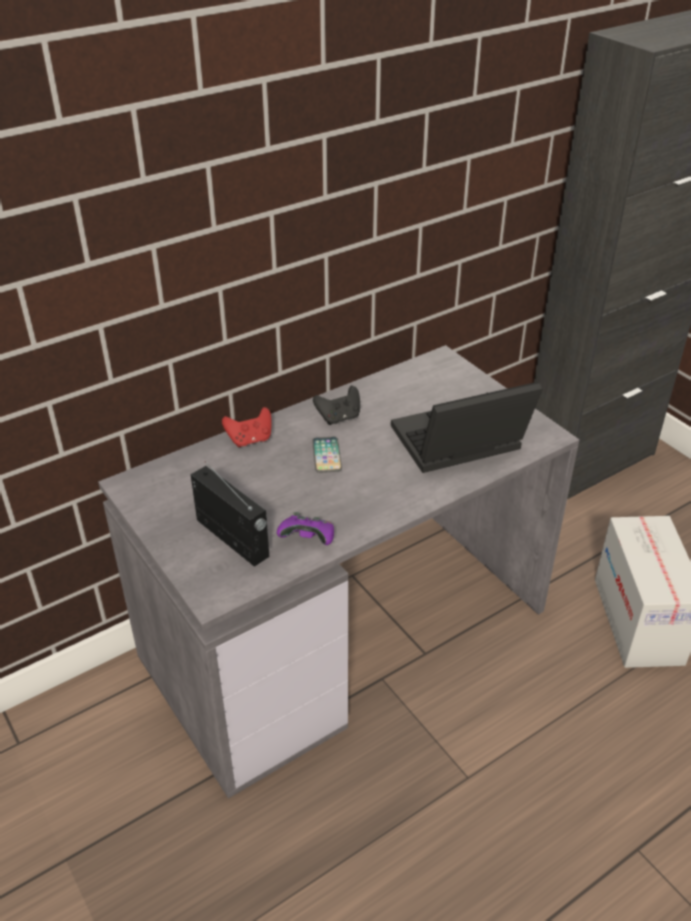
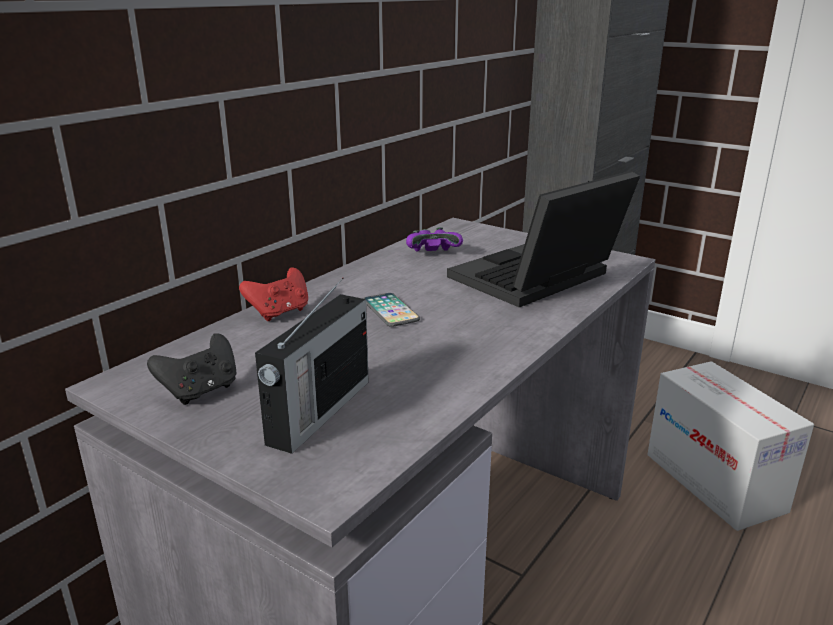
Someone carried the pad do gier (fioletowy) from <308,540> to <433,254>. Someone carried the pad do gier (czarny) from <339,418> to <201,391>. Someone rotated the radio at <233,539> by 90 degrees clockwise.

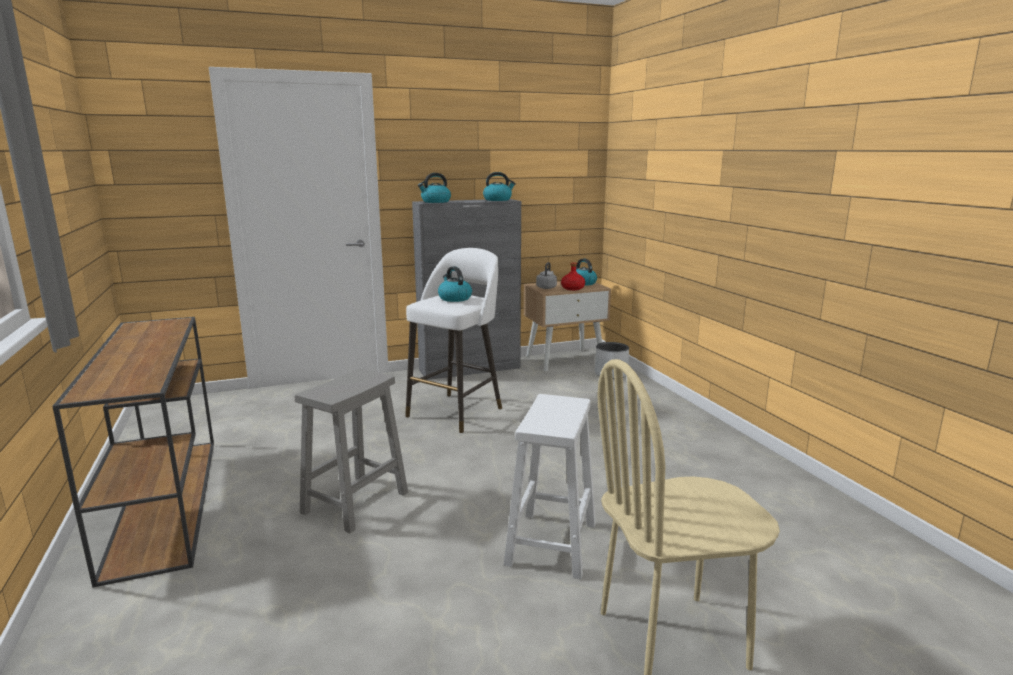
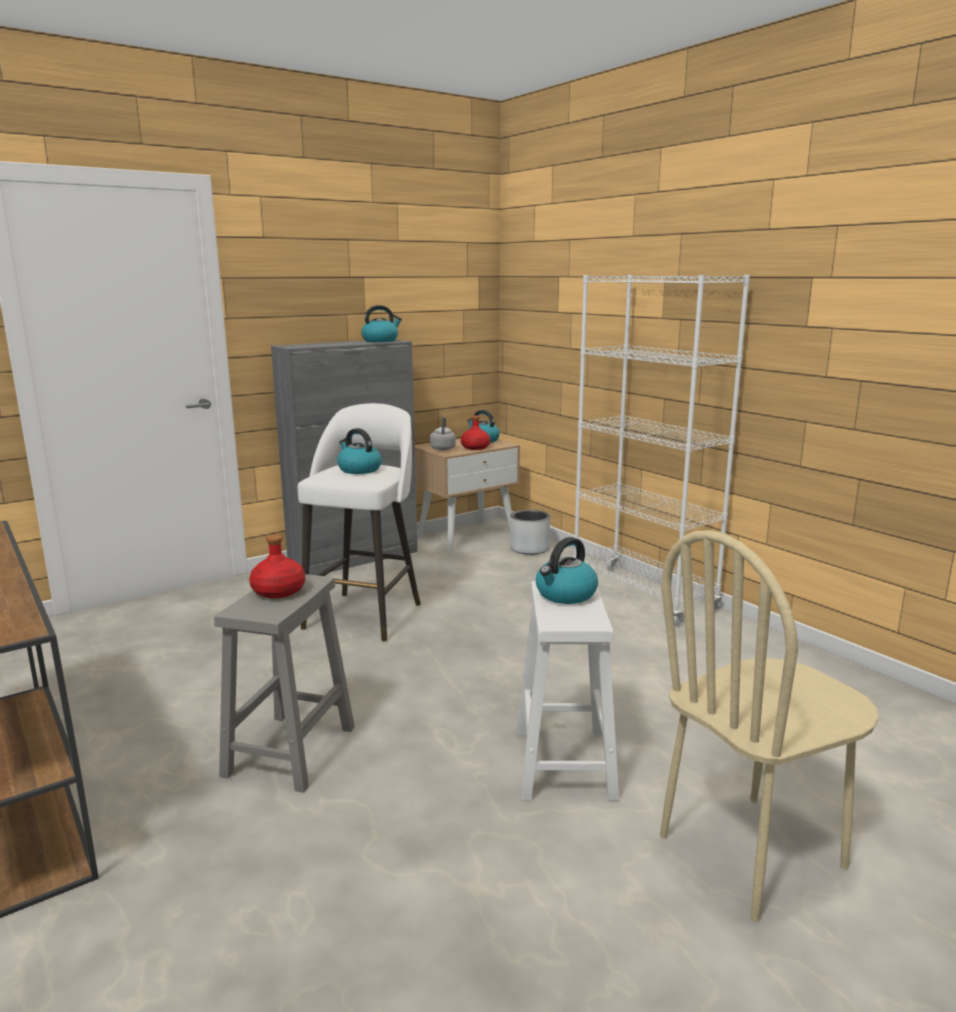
Someone put down the butelka (czerwony) at <279,591>. Someone put down the regał (biały) at <642,595>. Someone carried the czajnik from <435,202> to <565,595>.

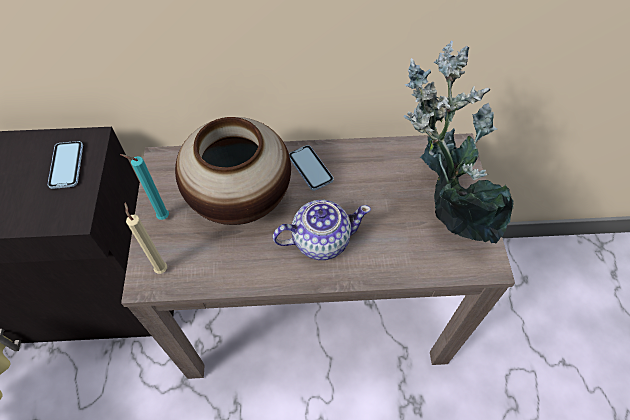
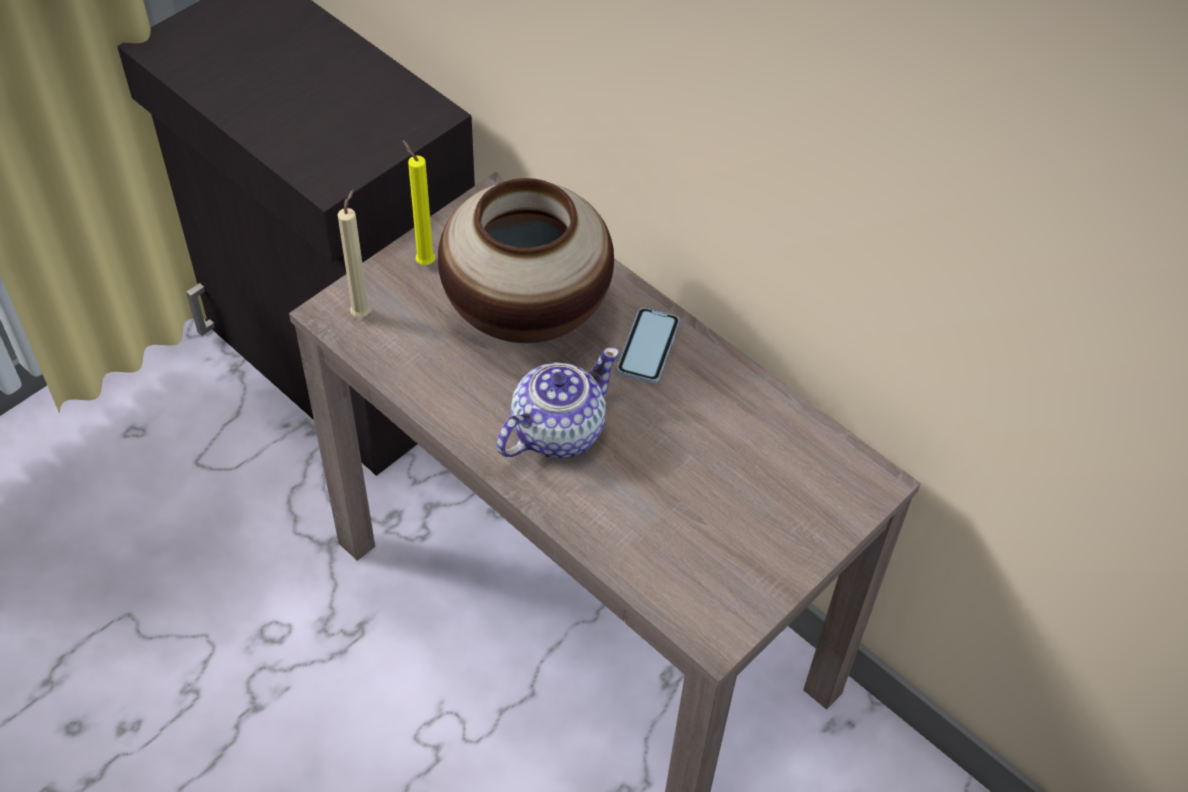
Someone took away the telefon at <66,165>. Someone took away the roślina doniczkowa at <442,206>. Someone repainted the świeca (turkusowy) at <161,217>, which became the świeca (żółty) at <423,261>. Someone rotated the imbryk at <320,240> by 75 degrees counterclockwise.

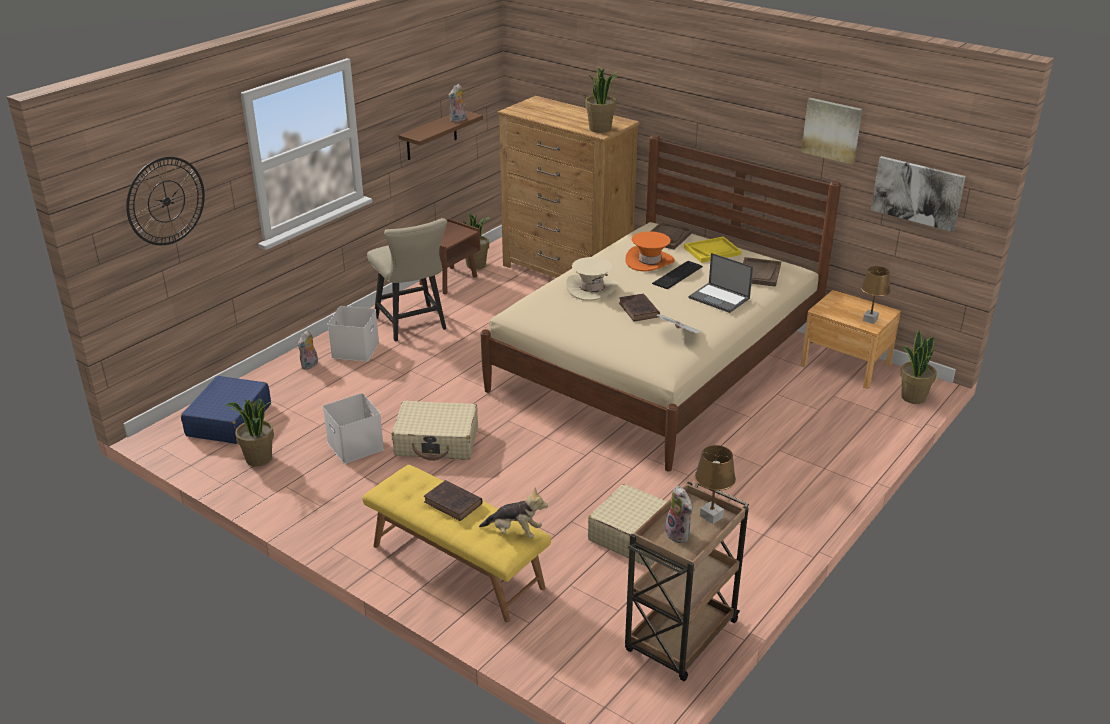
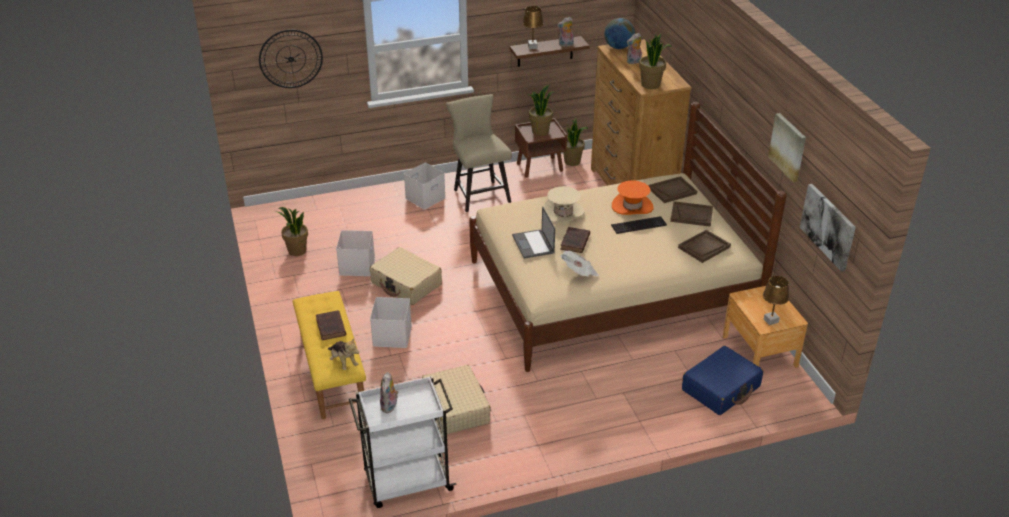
Someone put down the pojemnik do przechowywania (biały) at <391,335>. Someone put down the globus at <618,47>. Someone carried the walizka (niebieski) from <229,420> to <721,388>. Someone carried the pluszak from <310,365> to <633,62>. Someone carried the laptop from <720,298> to <533,244>. Someone carried the lampa stołowa (brązowy) from <711,516> to <532,47>. Someone carried the roślina doniczkowa from <912,397> to <540,131>. Someone repainted the wózek (brązowy) at <680,638>, which became the wózek (biały) at <406,482>. Someone repainted the taca (żółty) at <712,251>, which became the taca (brązowy) at <691,215>. Someone rotated the krzesło (beżowy) at <413,325> by 150 degrees clockwise.

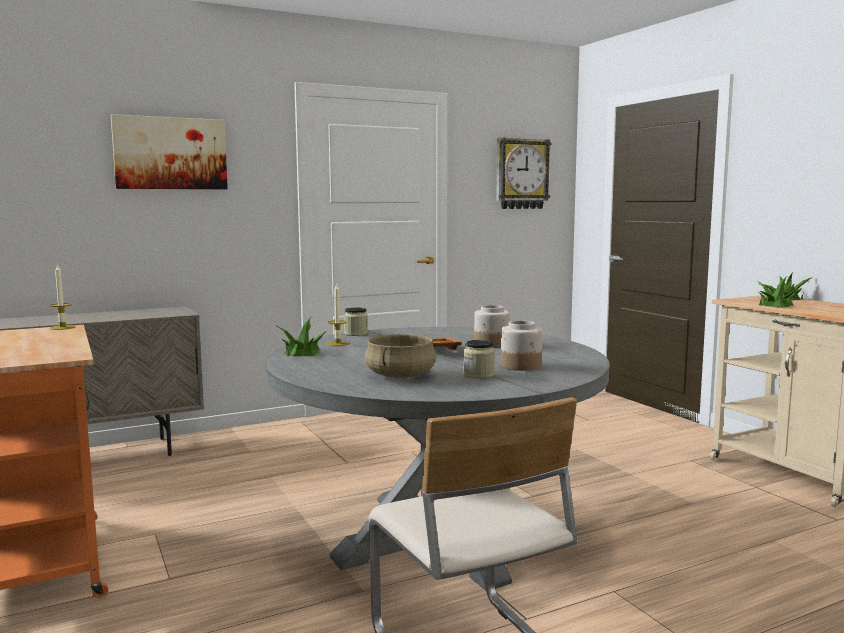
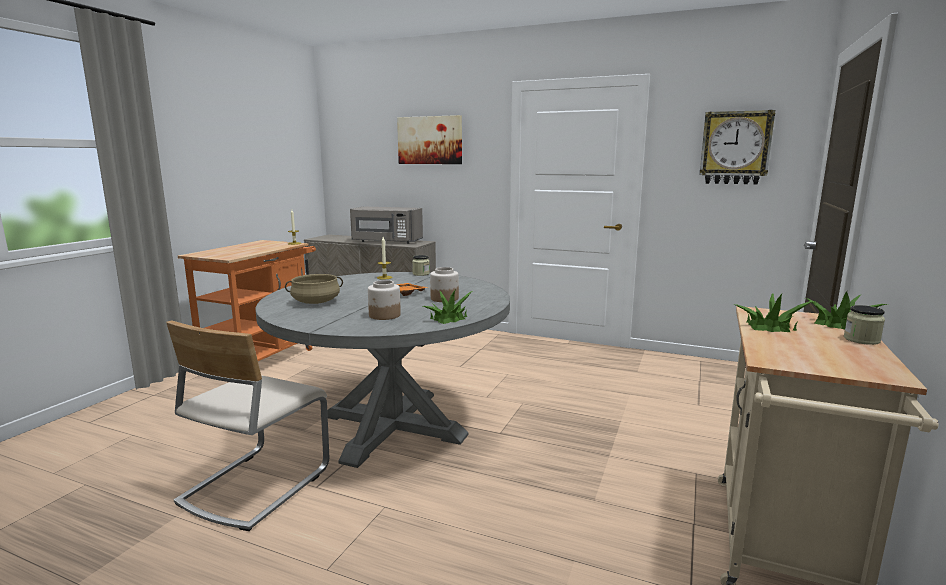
Someone put down the mikrofalówka (szary) at <386,241>. Someone carried the roślina doniczkowa from <302,352> to <449,318>. Someone carried the słoik from <479,375> to <861,340>.

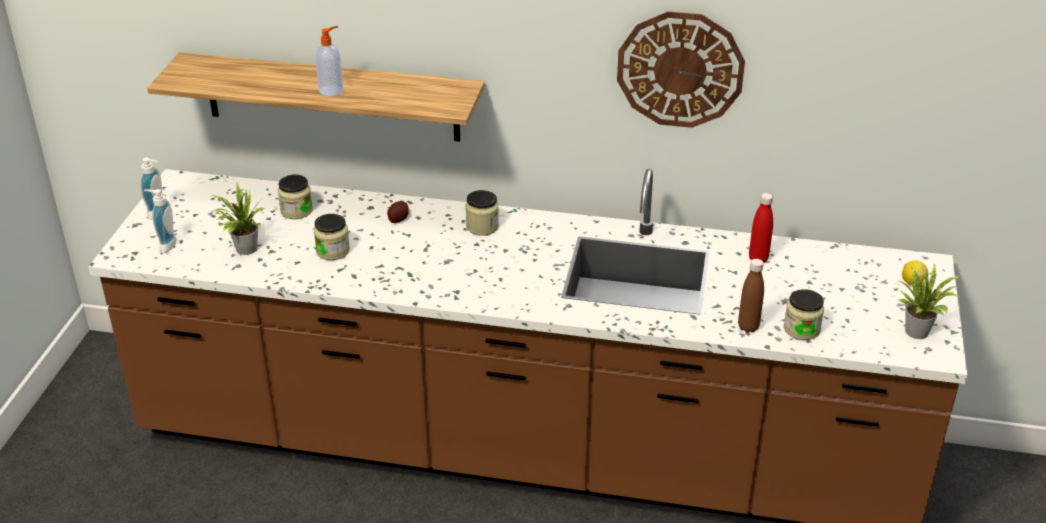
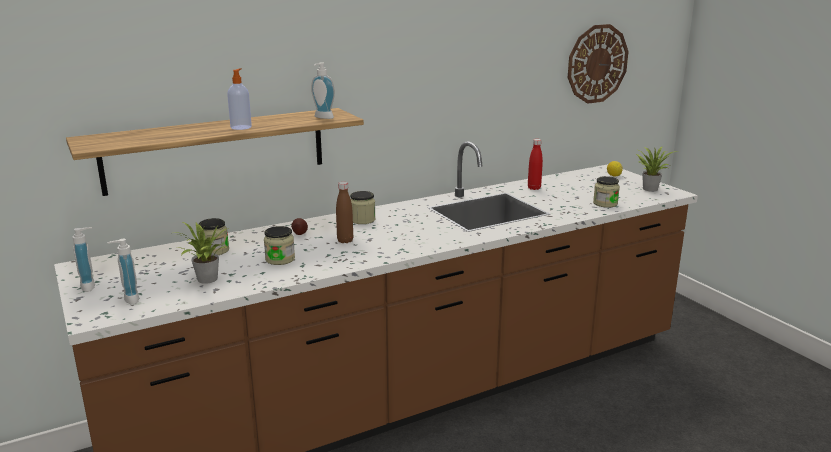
Someone put down the dozownik mydła at <322,117>. Someone carried the zegar ścienny from <680,69> to <597,64>. Someone carried the butelka (brązowy) from <748,327> to <345,241>.

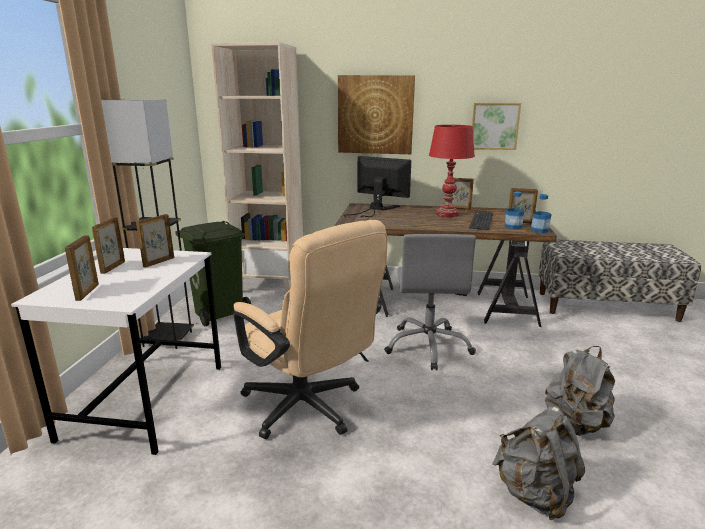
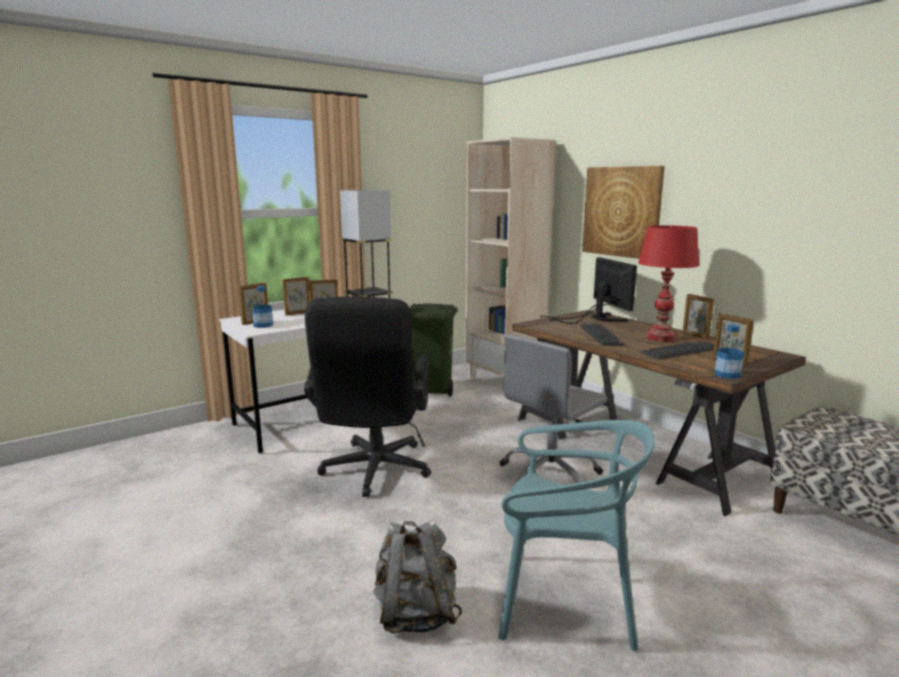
Someone took away the obraz at <494,126>. Someone put down the klawiatura at <601,335>. Someone carried the butelka from <513,227> to <263,325>. Someone swapped the plecak (szary) at <576,424> for the krzesło (turkusowy) at <565,602>. Someone repainted the krzesło biurowe (beżowy) at <309,409>, which became the krzesło biurowe (czarny) at <374,473>.

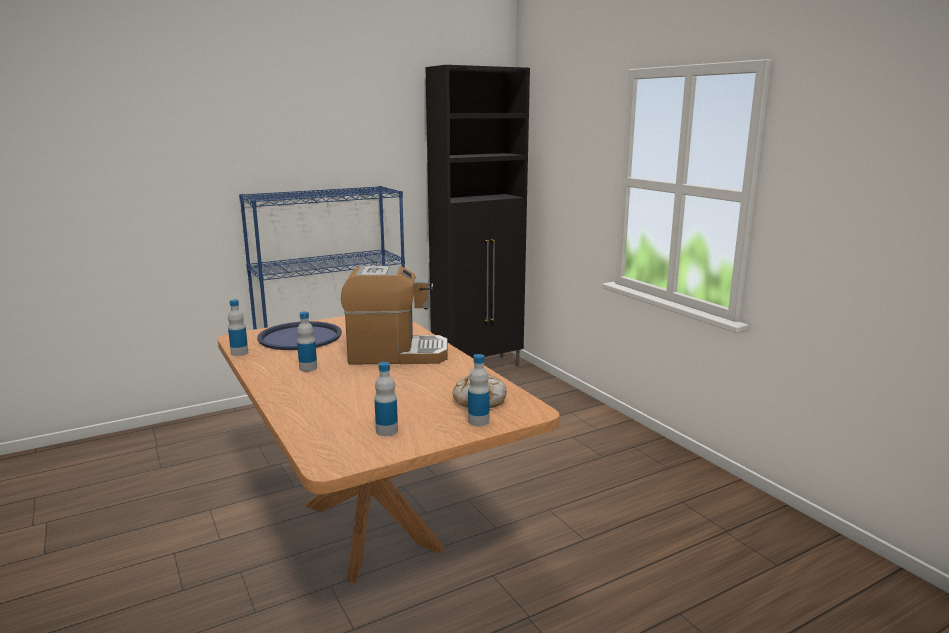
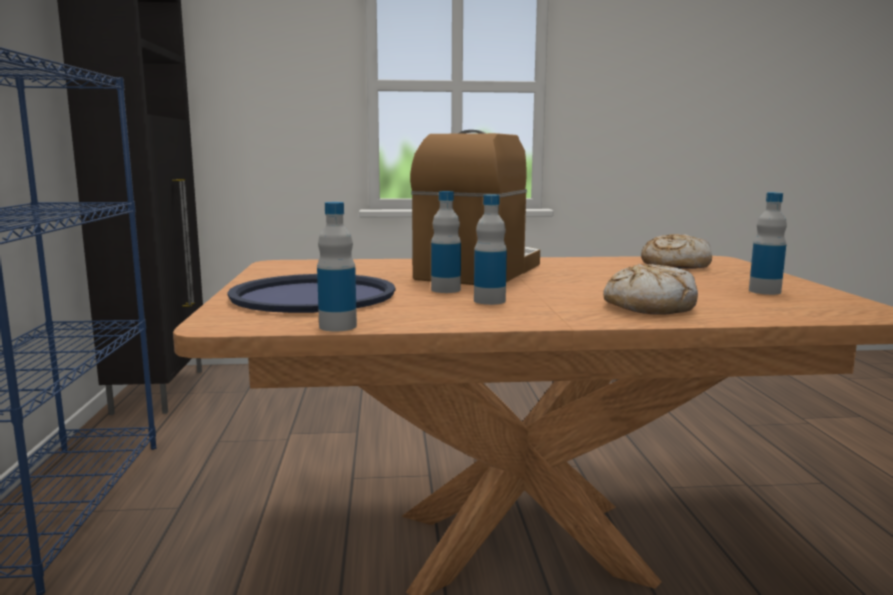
Someone put down the chleb at <649,306>. Someone carried the butelka from <478,421> to <445,290>.

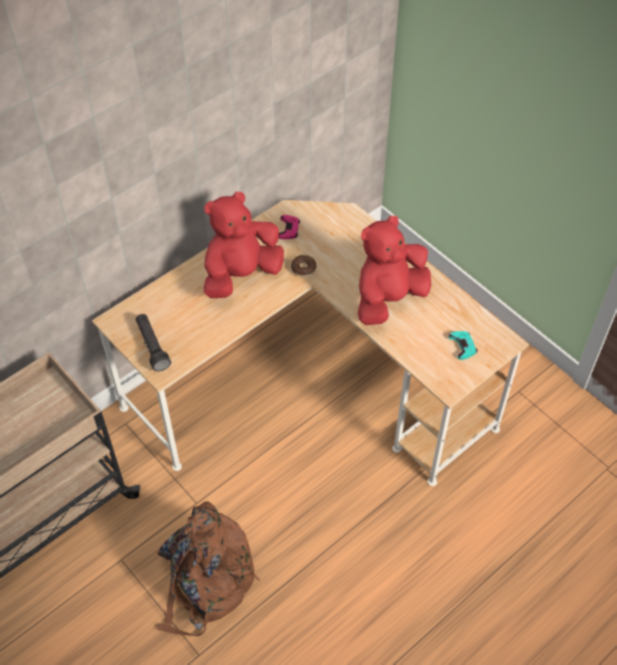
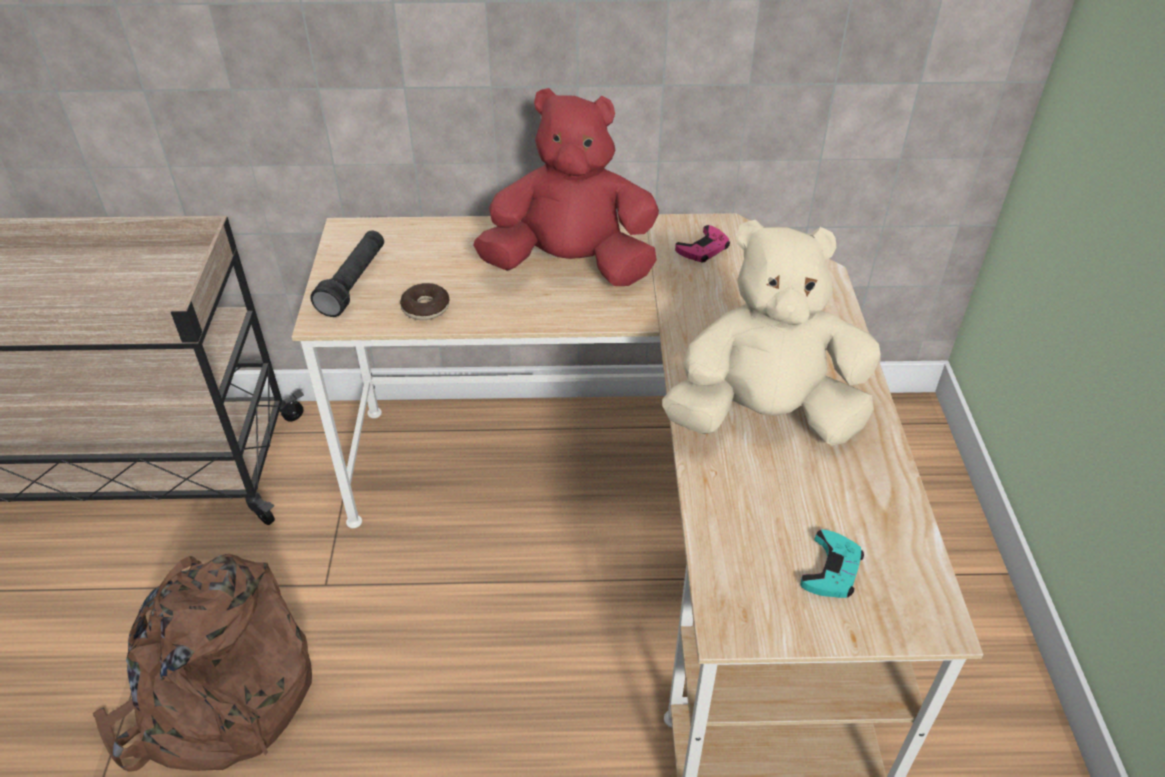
Someone carried the donut from <303,268> to <426,308>. Someone repainted the pluszak (czerwony) at <388,299>, which became the pluszak (beżowy) at <765,416>.

